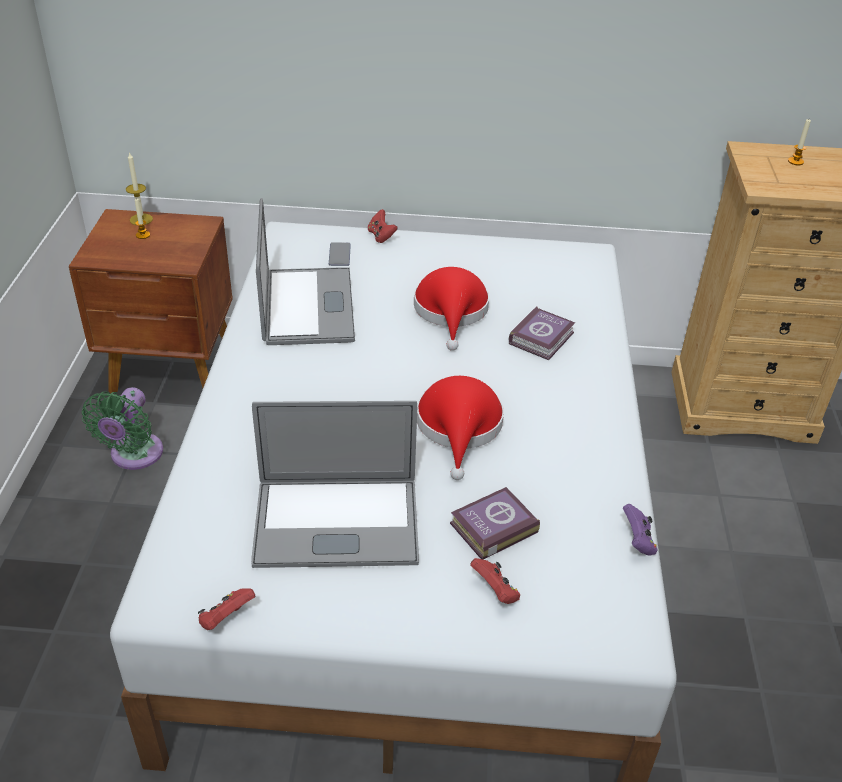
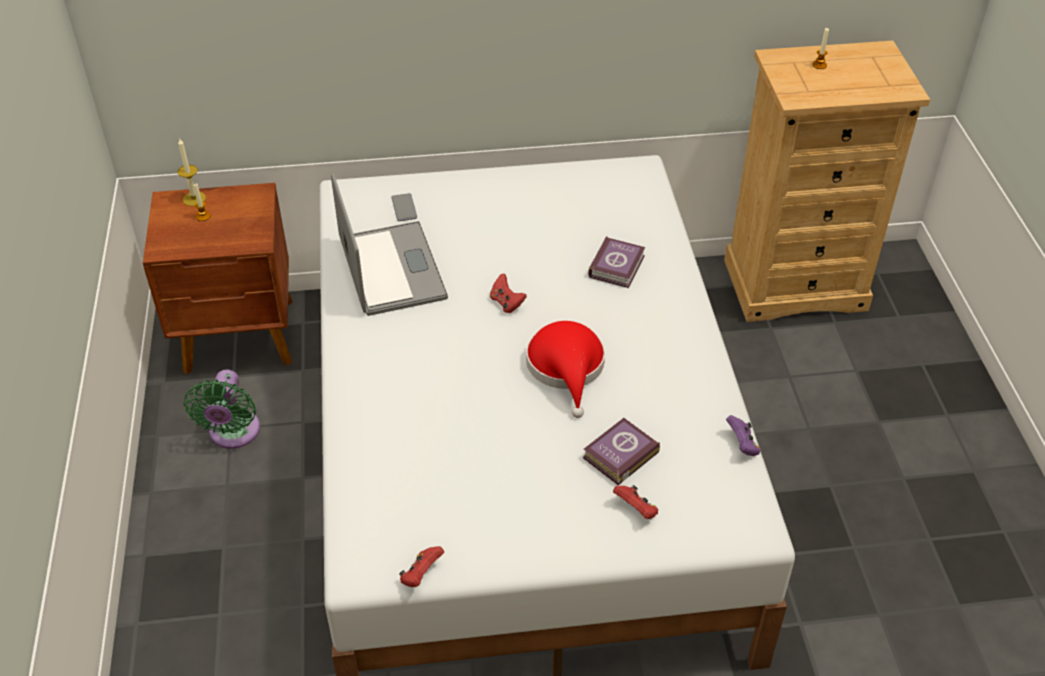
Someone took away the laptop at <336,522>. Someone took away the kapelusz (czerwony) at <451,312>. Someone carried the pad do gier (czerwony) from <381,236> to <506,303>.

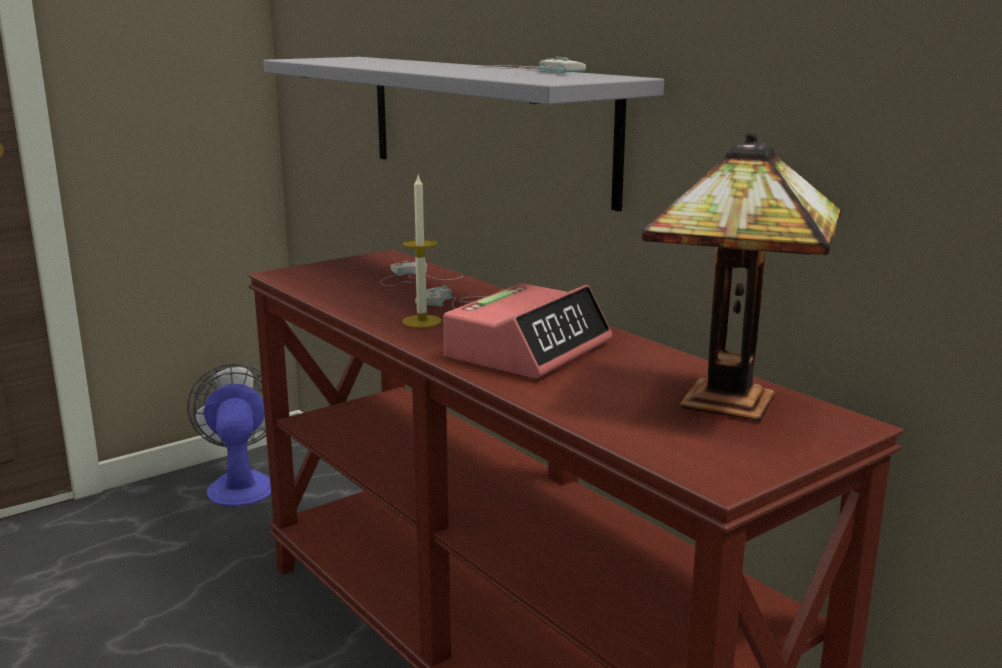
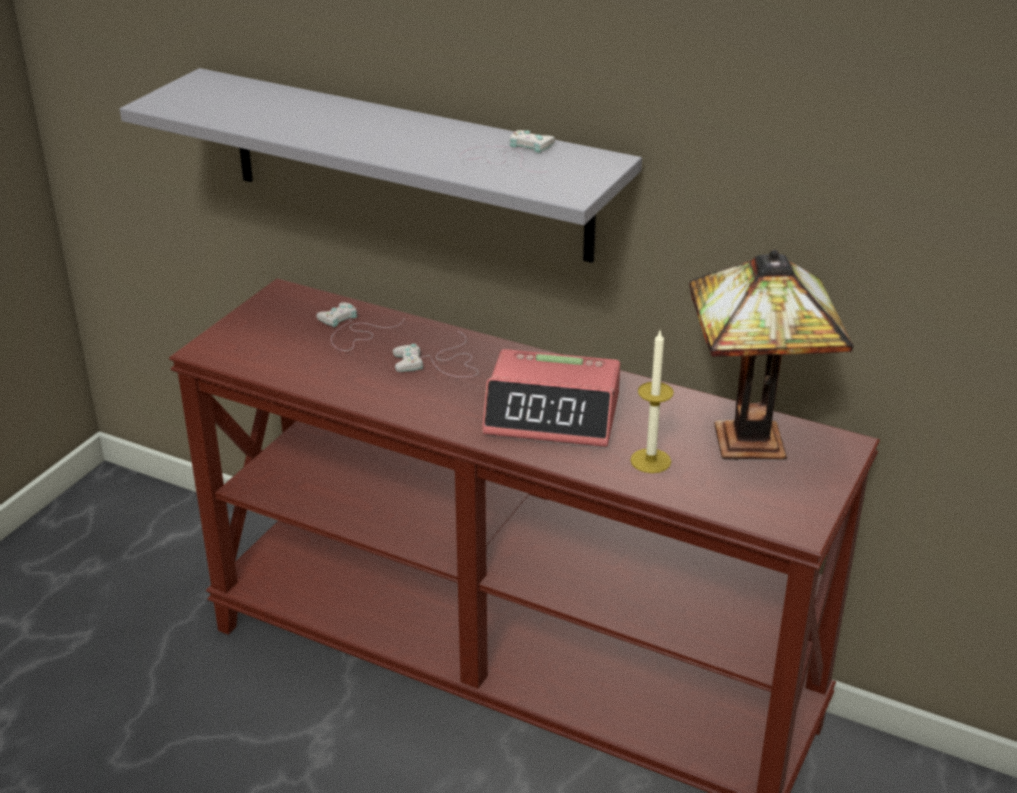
Someone took away the wentylator at <240,484>. Someone carried the świeca from <422,321> to <650,461>. Someone rotated the budzik at <529,350> by 90 degrees clockwise.

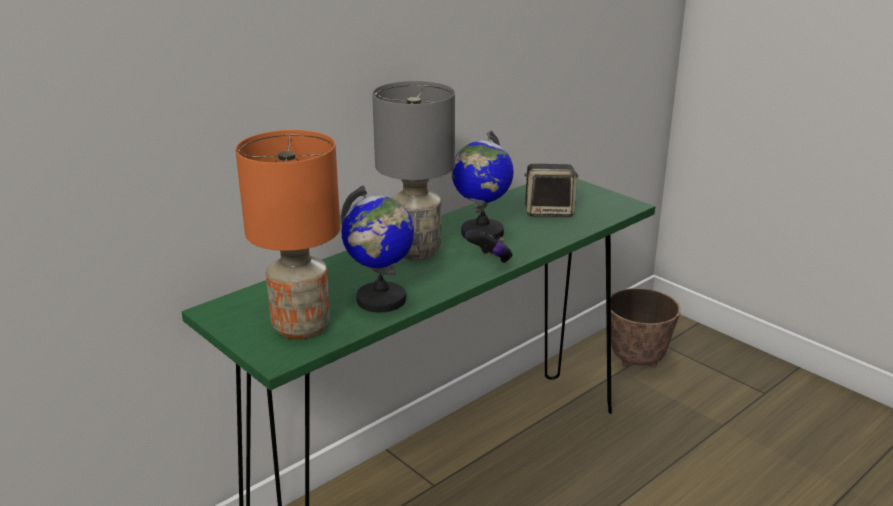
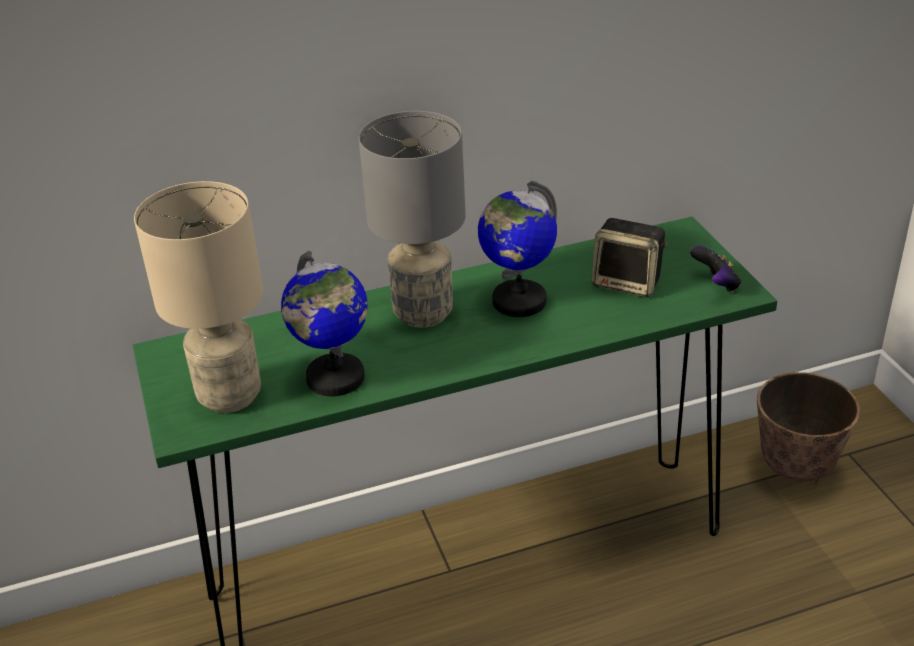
Someone carried the pad do gier from <490,260> to <716,285>. Someone repainted the lampa stołowa (pomarańczowy) at <300,326>, which became the lampa stołowa (beżowy) at <229,395>.

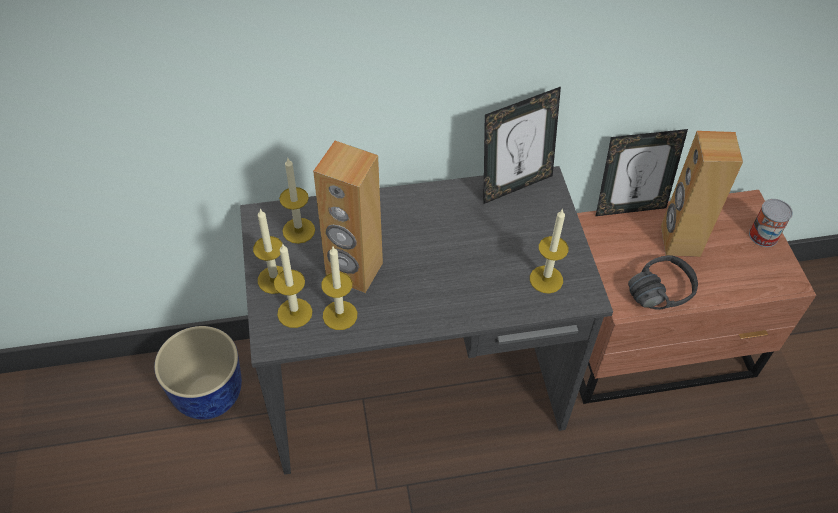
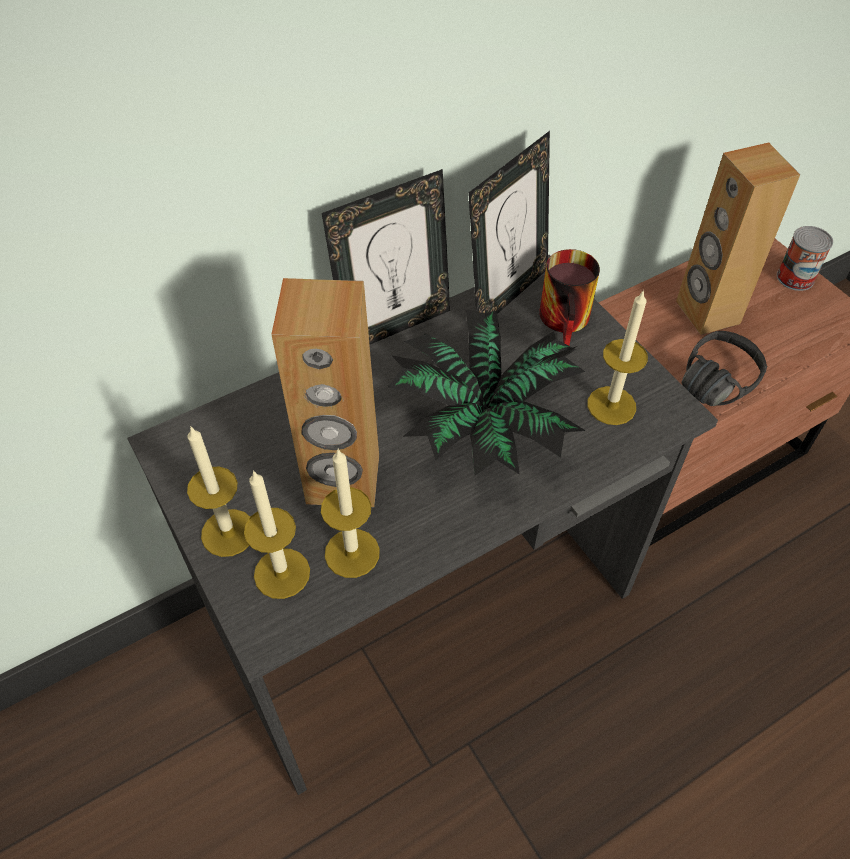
Someone took away the donica at <209,394>. Someone took away the świeca at <298,230>. Someone put down the roślina doniczkowa at <483,421>. Someone put down the kubek at <569,321>. Someone carried the ramka na zdjęcie from <629,207> to <394,326>.

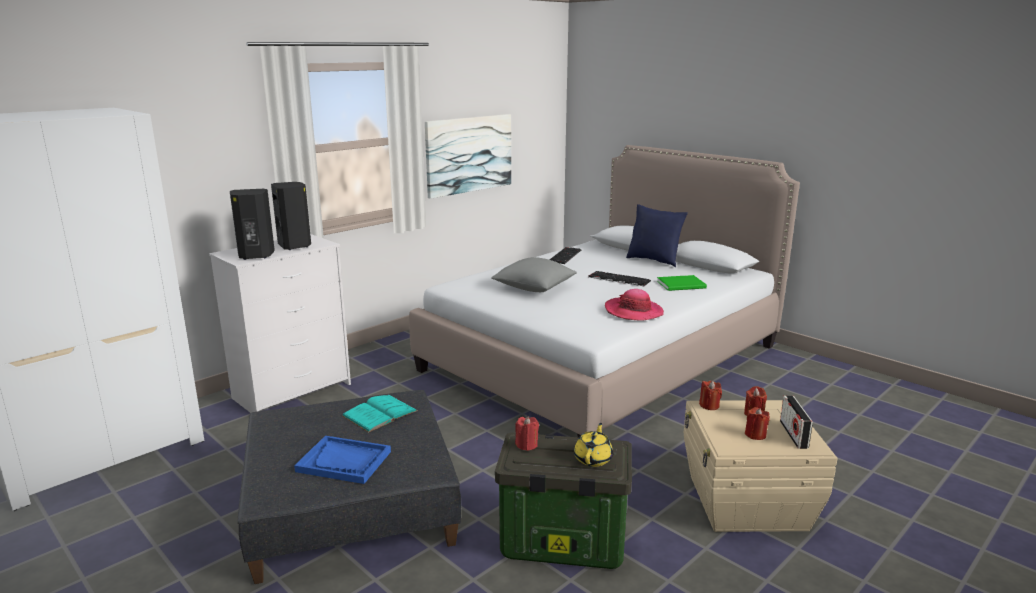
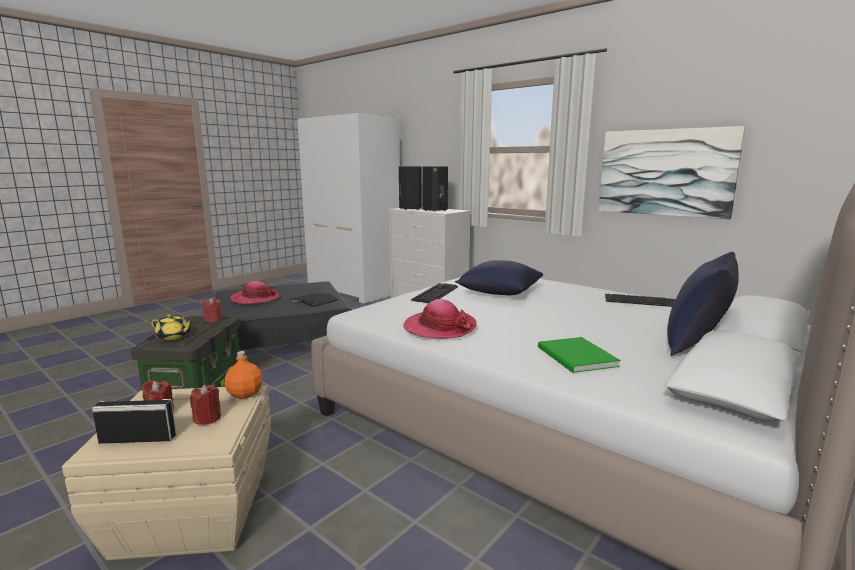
Someone carried the klawiatura from <618,279> to <435,293>. Someone swapped the taca (niebieski) at <344,461> for the kapelusz at <255,298>. Someone swapped the świeca (czerwony) at <709,405> for the butelka (pomarańczowy) at <245,394>. Someone repainted the książka (turkusowy) at <380,413>, which became the książka (czarny) at <314,300>. Someone repainted the poduszka (szary) at <534,288>, which became the poduszka (niebieski) at <499,292>.

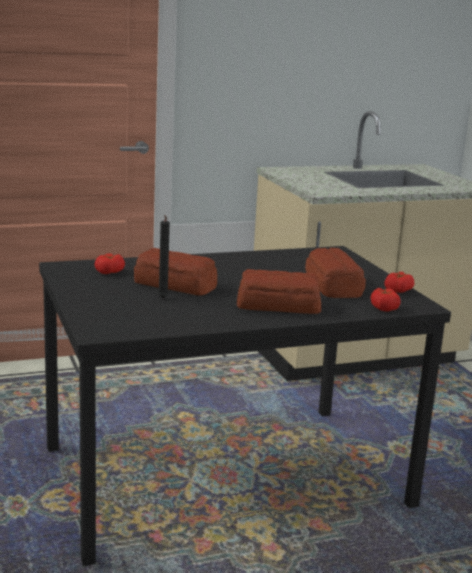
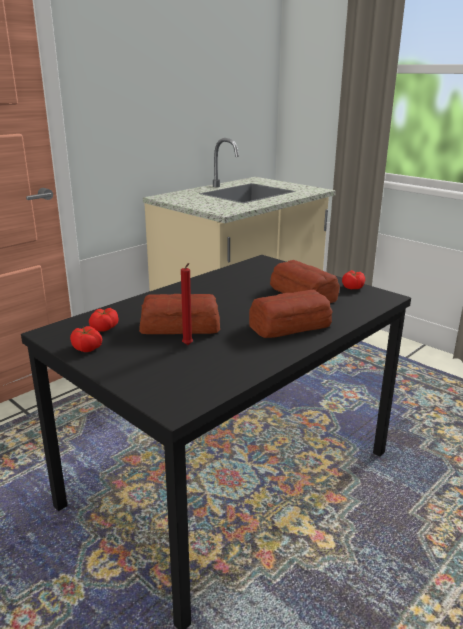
Someone carried the pomidor from <383,308> to <86,347>. Someone repainted the świeca (czarny) at <162,299>, which became the świeca (czerwony) at <188,346>.

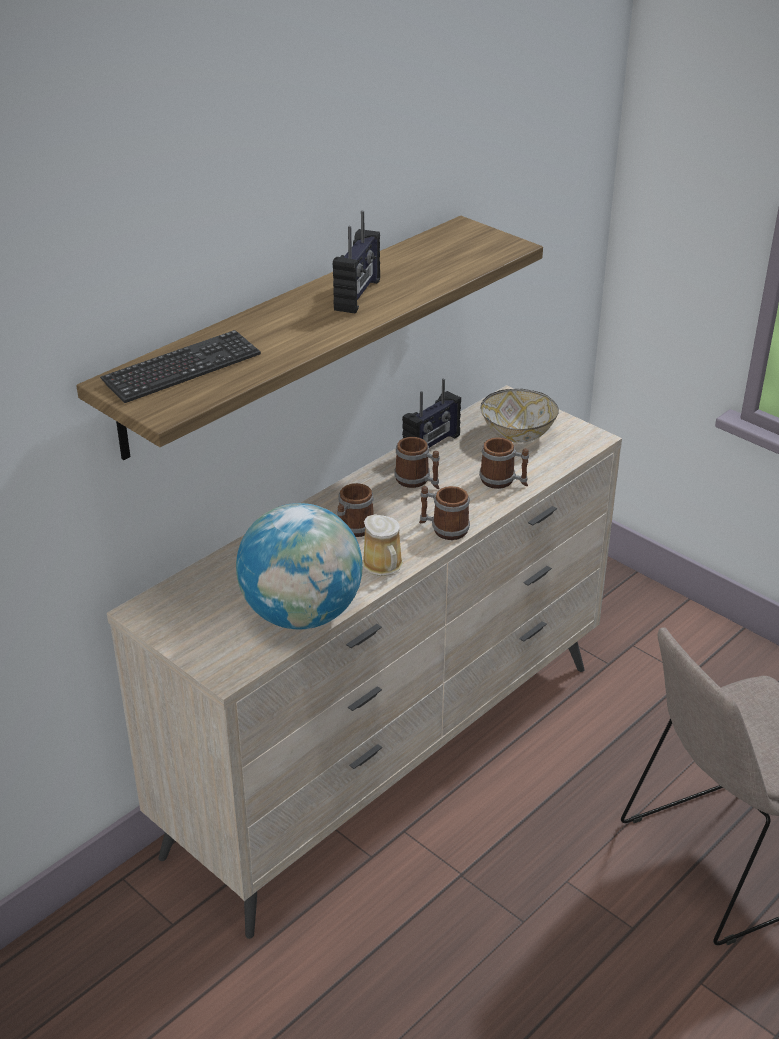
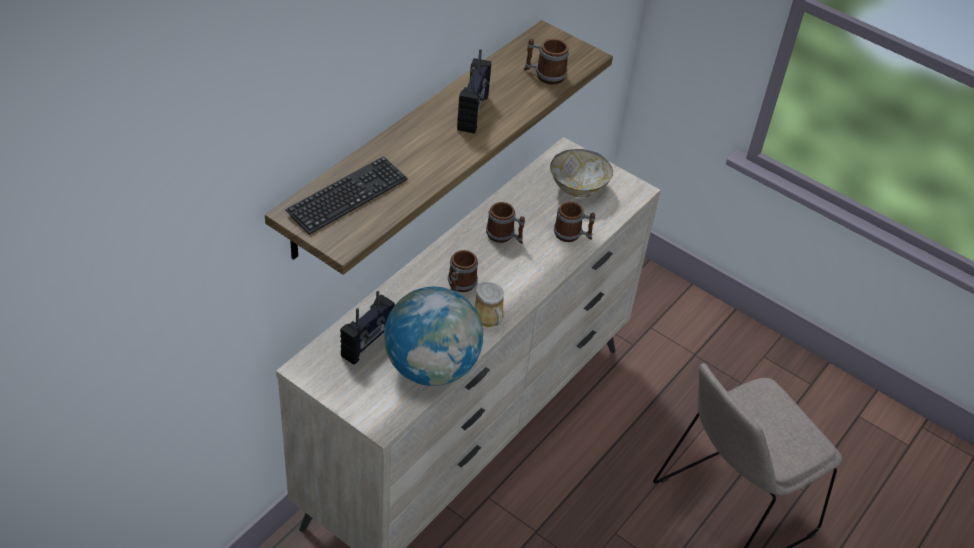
Someone carried the radio from <432,445> to <368,343>. Someone carried the kubek from <443,529> to <544,75>.

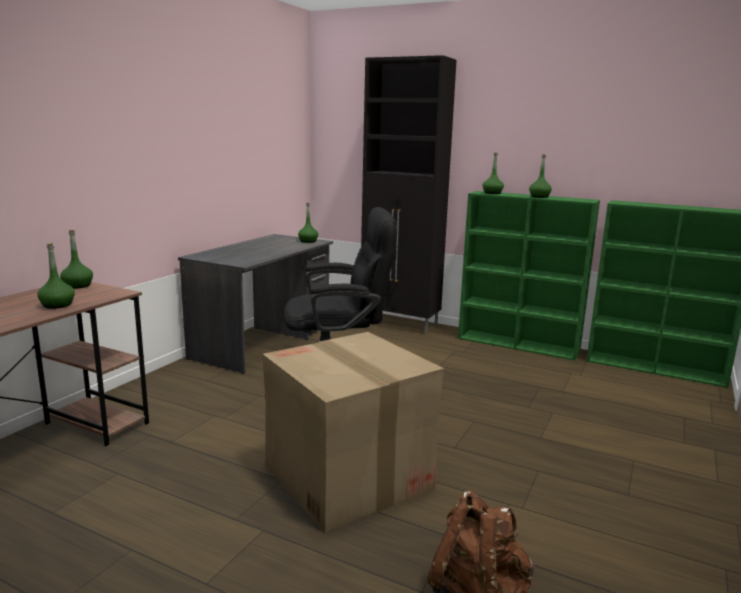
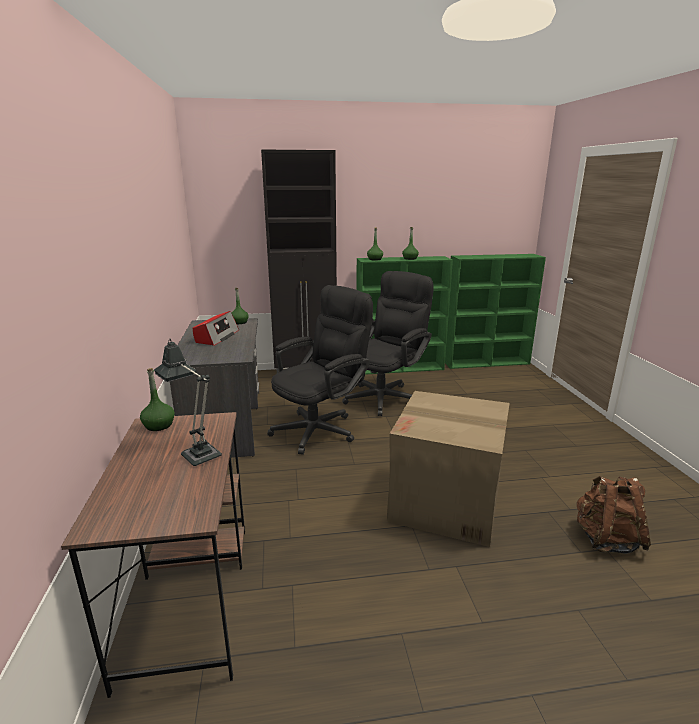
Someone put down the radio at <216,337>. Someone put down the krzesło biurowe (czarny) at <385,396>. Someone swapped the butelka (zielony) at <57,305> for the lampa stołowa at <197,452>.

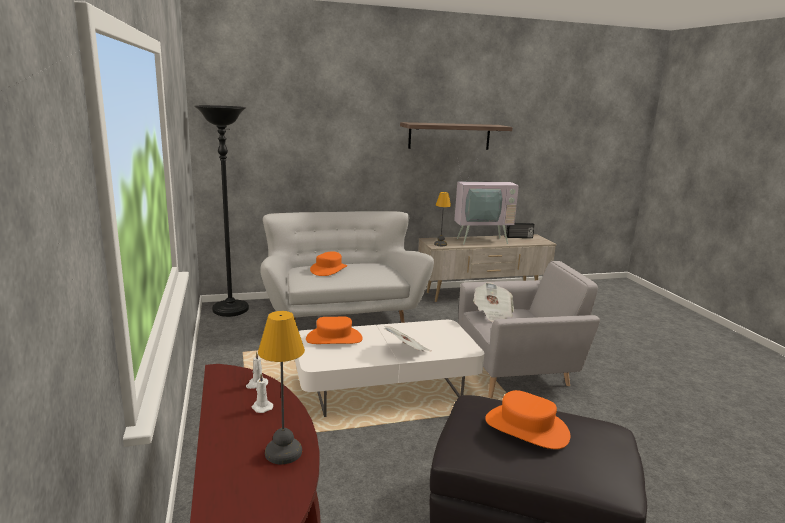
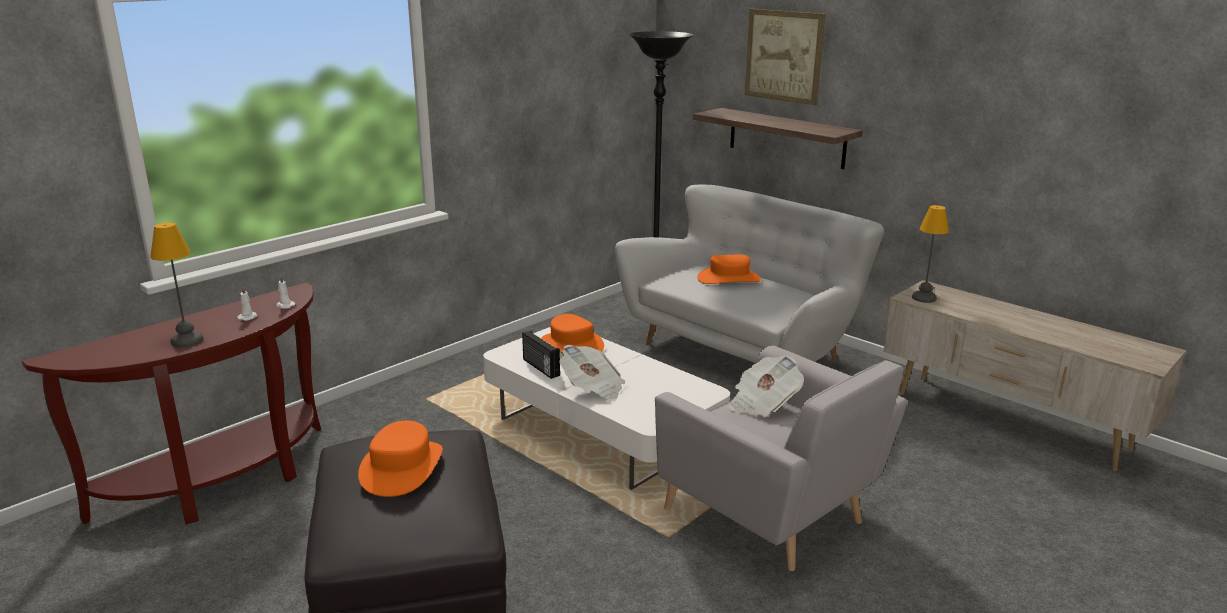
Someone took away the telewizor at <480,240>. Someone put up the obraz at <784,56>. Someone carried the półka from <449,136> to <786,138>. Someone carried the radio from <519,237> to <540,367>.

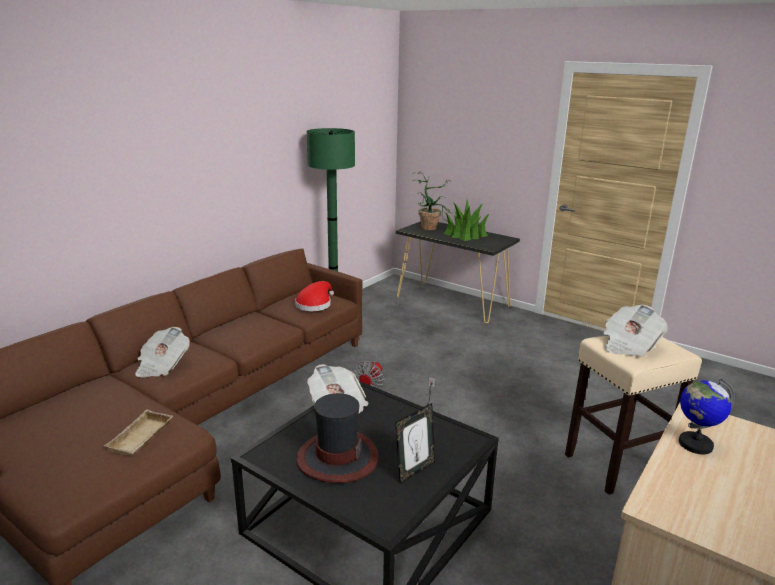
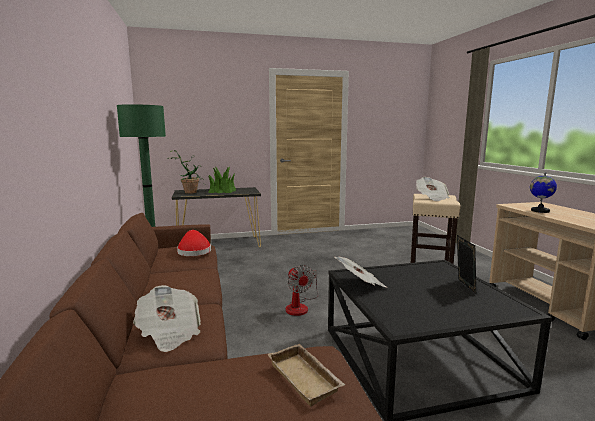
Someone took away the kapelusz at <337,458>.

